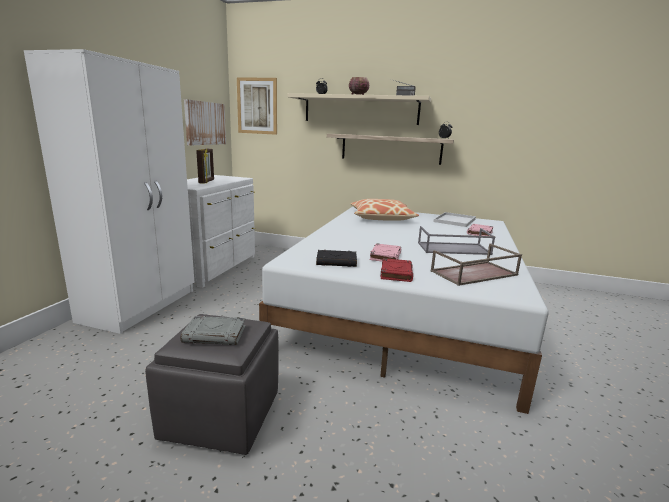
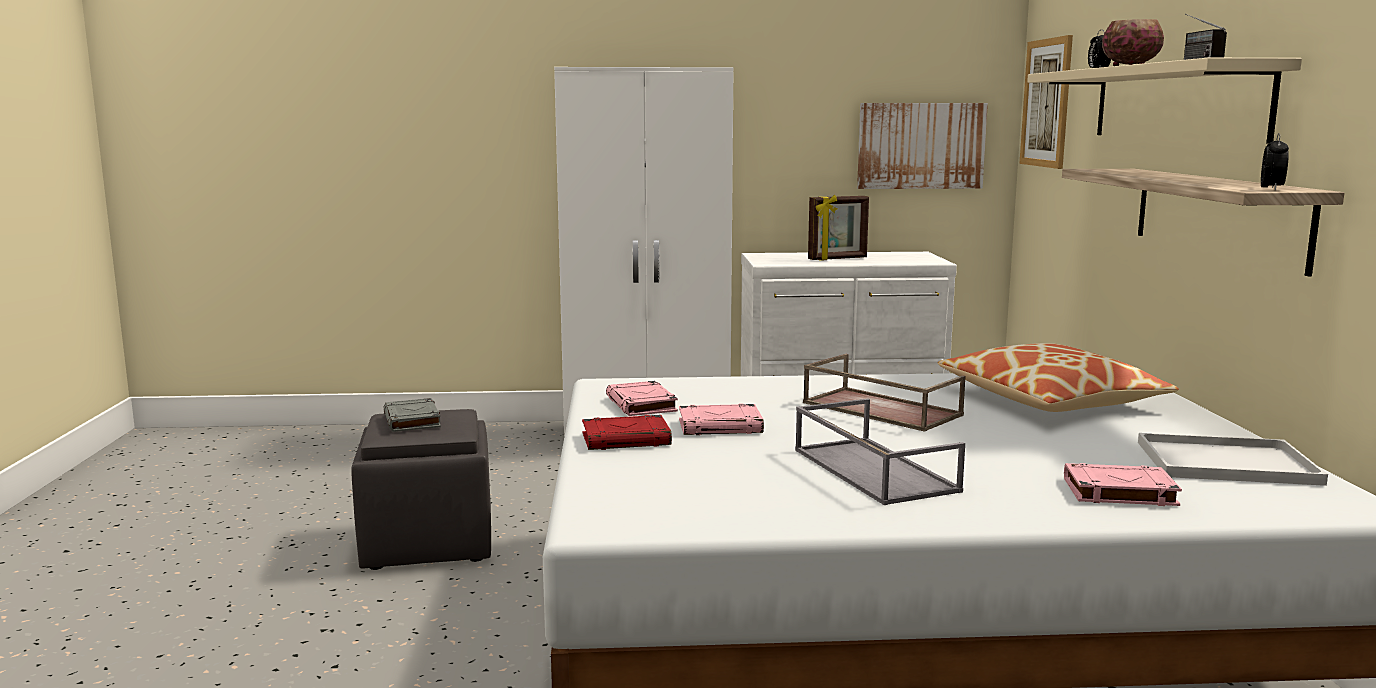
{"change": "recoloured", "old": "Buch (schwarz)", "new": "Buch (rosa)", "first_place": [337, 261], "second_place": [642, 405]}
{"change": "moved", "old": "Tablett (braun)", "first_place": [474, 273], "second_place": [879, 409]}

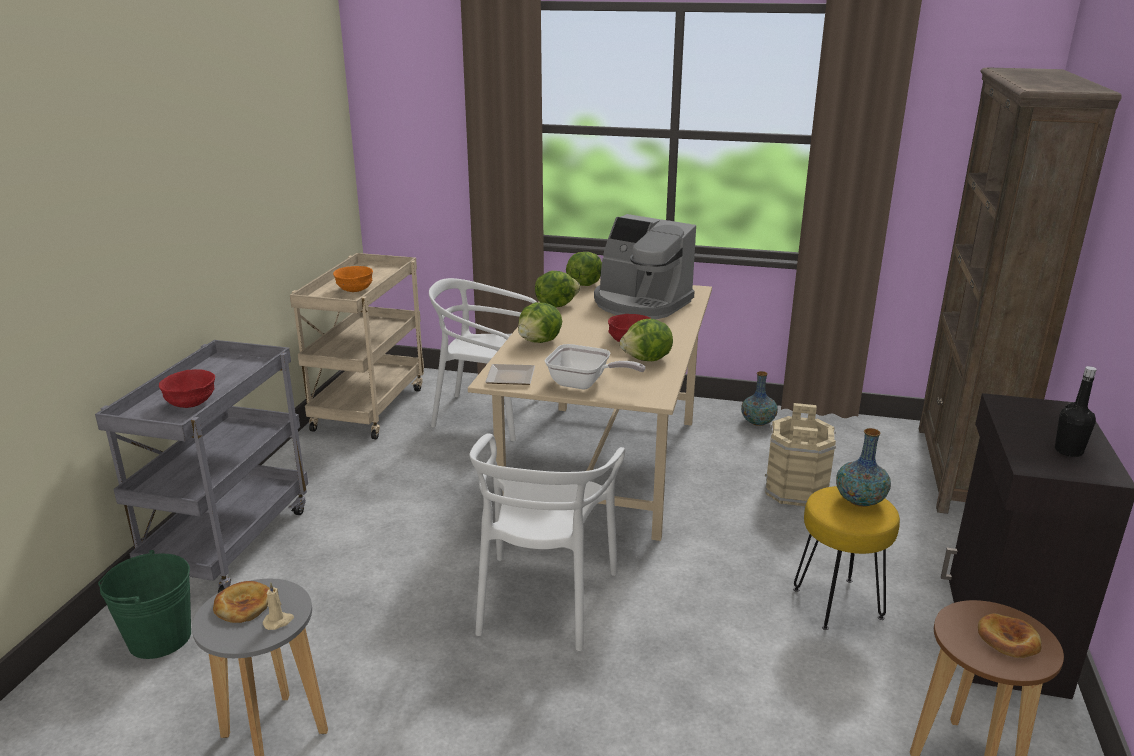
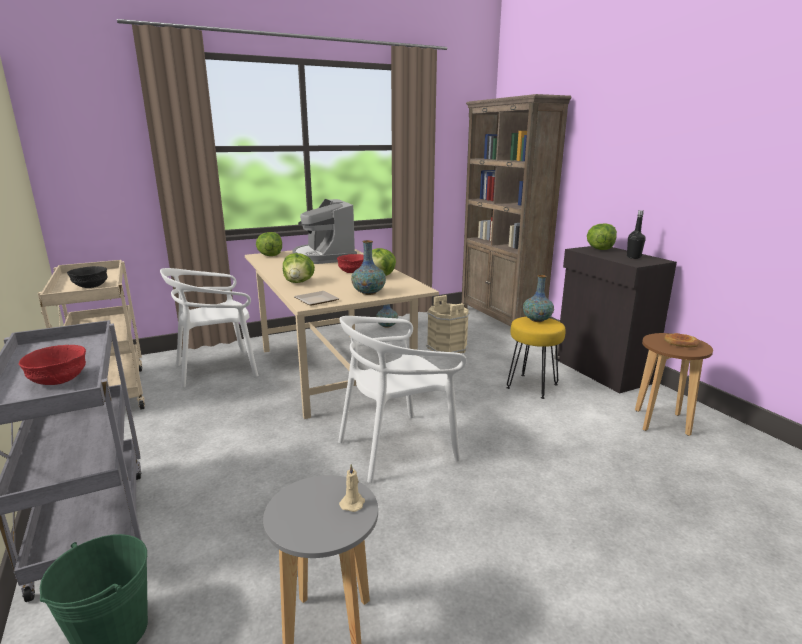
{"change": "removed", "old": "Brot", "first_place": [243, 605]}
{"change": "recoloured", "old": "Schüssel (orange)", "new": "Schüssel (schwarz)", "first_place": [355, 289], "second_place": [91, 286]}
{"change": "turned", "old": "Stuhl (weiß)", "first_place": [544, 600], "second_place": [397, 448], "degrees": 90}
{"change": "moved", "old": "Salatkopf", "first_place": [555, 305], "second_place": [600, 249]}
{"change": "replaced", "old": "Pfanne", "new": "Vase", "first_place": [584, 384], "second_place": [369, 293]}
{"change": "turned", "old": "Kaffeemaschine", "first_place": [640, 303], "second_place": [324, 257], "degrees": 75}

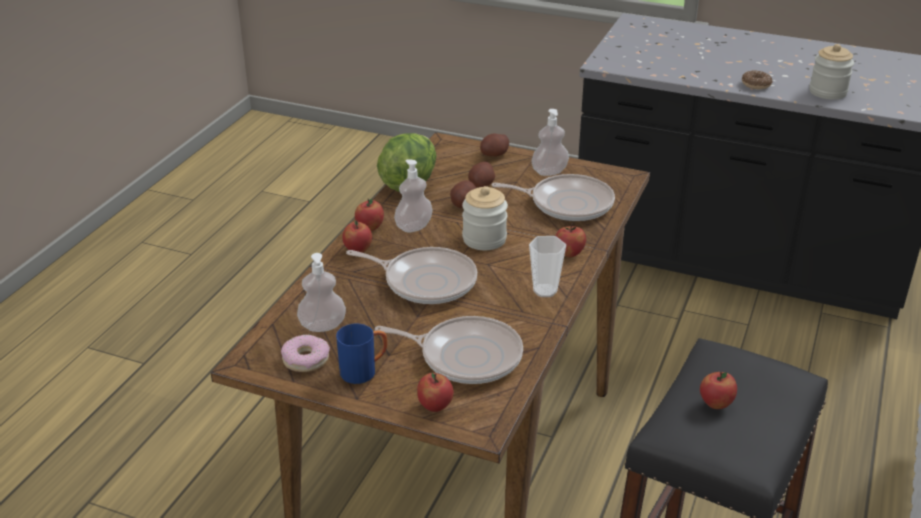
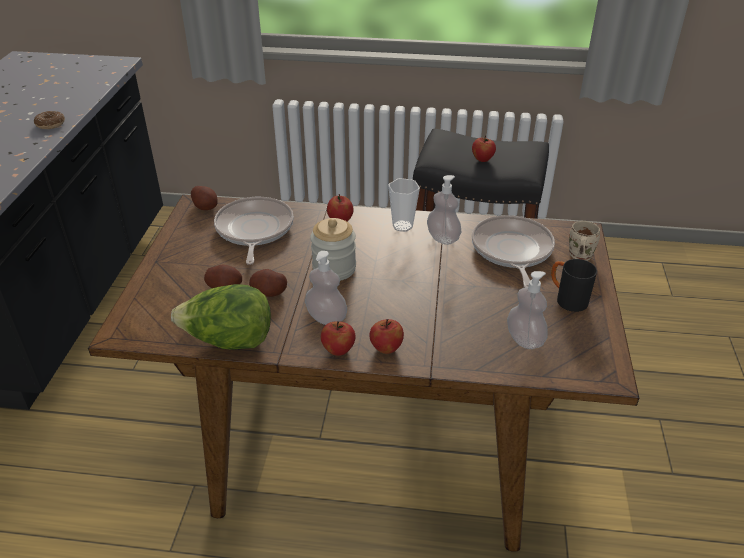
{"change": "removed", "old": "Donut", "first_place": [306, 359]}
{"change": "recoloured", "old": "Henkelbecher (blau)", "new": "Henkelbecher (schwarz)", "first_place": [364, 371], "second_place": [566, 299]}
{"change": "removed", "old": "Pfanne", "first_place": [426, 281]}
{"change": "replaced", "old": "Apfel", "new": "Henkelbecher (beige)", "first_place": [435, 406], "second_place": [578, 255]}
{"change": "moved", "old": "Kartoffel", "first_place": [494, 154], "second_place": [206, 206]}
{"change": "moved", "old": "Seifenspender", "first_place": [549, 172], "second_place": [443, 238]}
{"change": "removed", "old": "Vorratsglas", "first_place": [827, 92]}

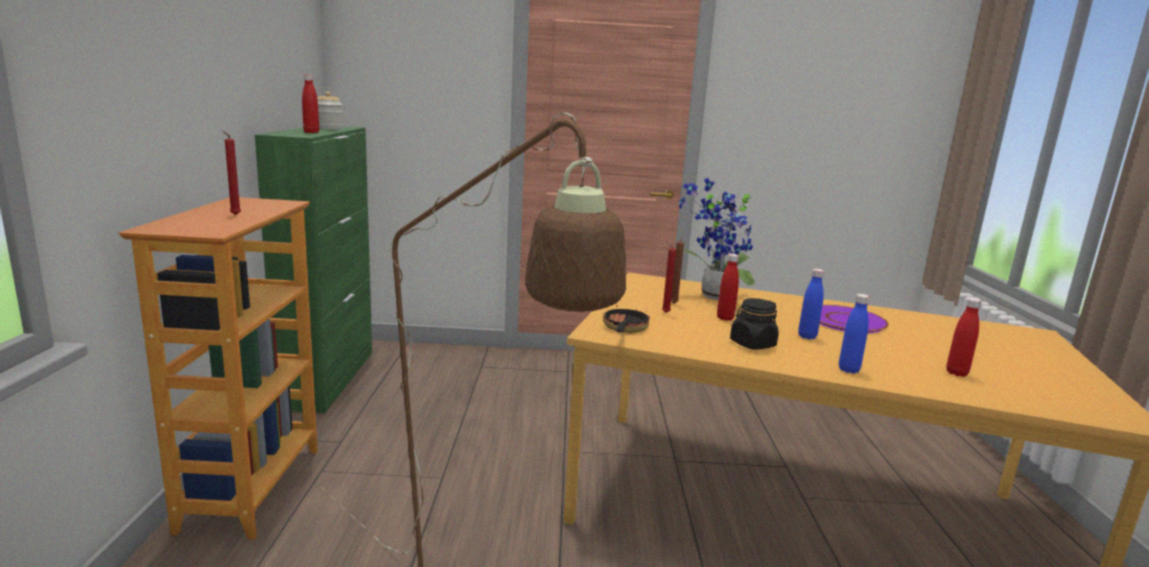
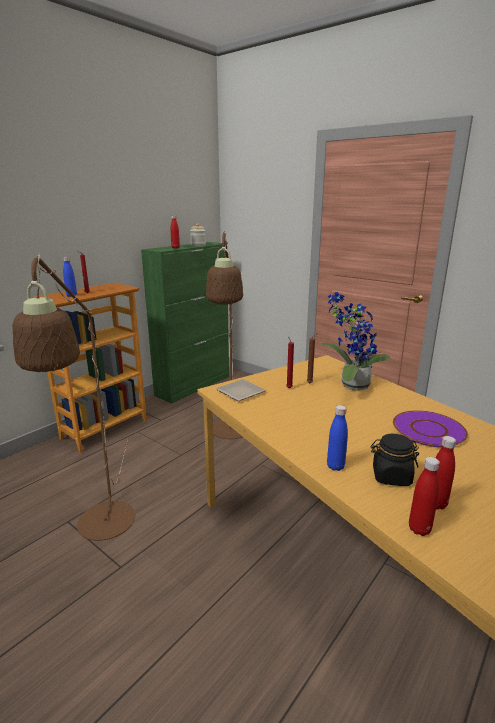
{"change": "replaced", "old": "Pfanne", "new": "Teller", "first_place": [624, 329], "second_place": [239, 392]}
{"change": "moved", "old": "Flasche (rot)", "first_place": [725, 318], "second_place": [419, 529]}
{"change": "moved", "old": "Vorratsglas (schwarz)", "first_place": [752, 344], "second_place": [391, 476]}
{"change": "moved", "old": "Flasche (blau)", "first_place": [807, 336], "second_place": [71, 296]}
{"change": "added", "new": "Stehlampe (braun)", "second_place": [230, 434]}

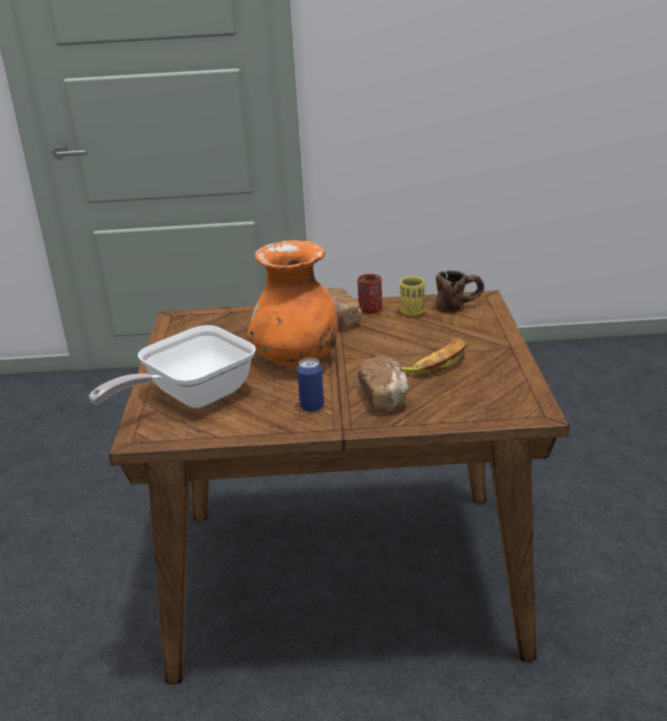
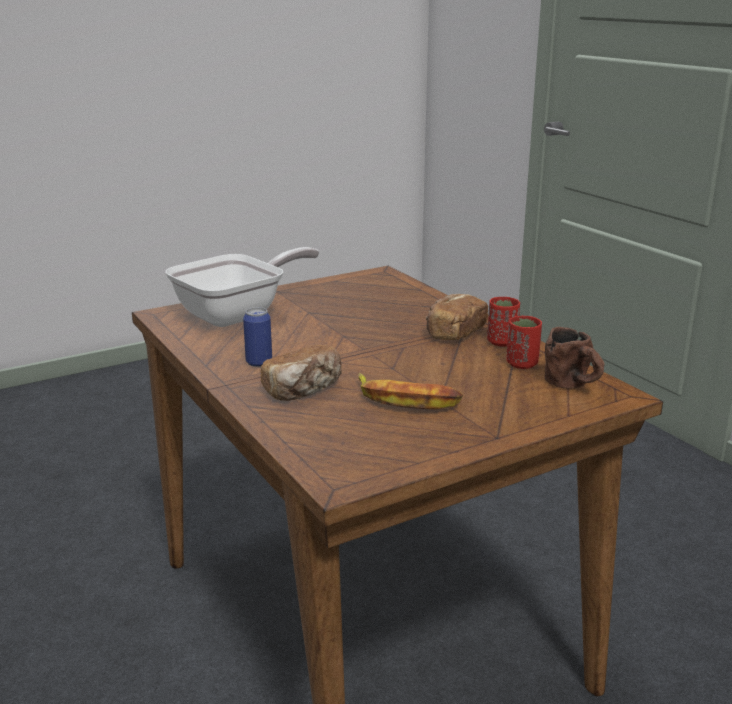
{"change": "turned", "old": "Pfanne", "first_place": [191, 398], "second_place": [239, 314], "degrees": 120}
{"change": "removed", "old": "Vase (orange)", "first_place": [297, 359]}
{"change": "recoloured", "old": "Tasse (gelb)", "new": "Tasse (rot)", "first_place": [412, 312], "second_place": [522, 364]}

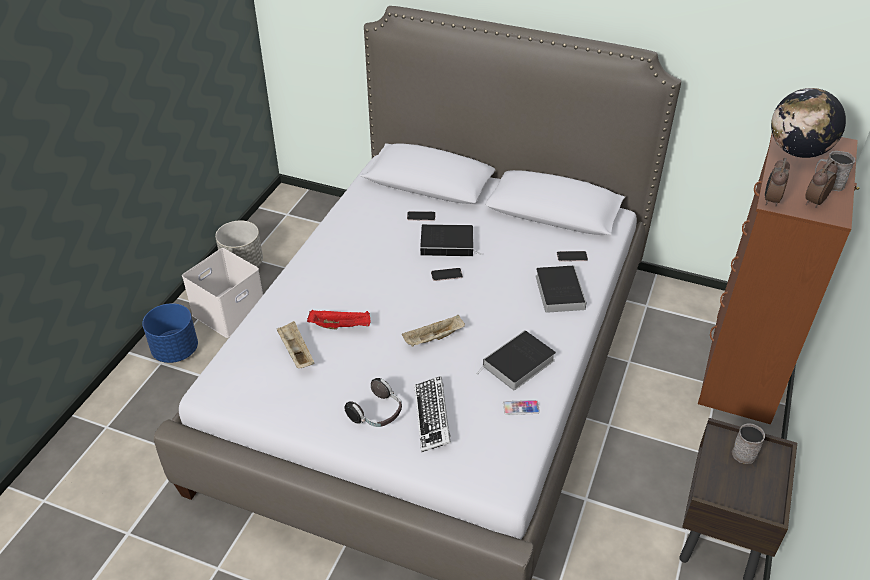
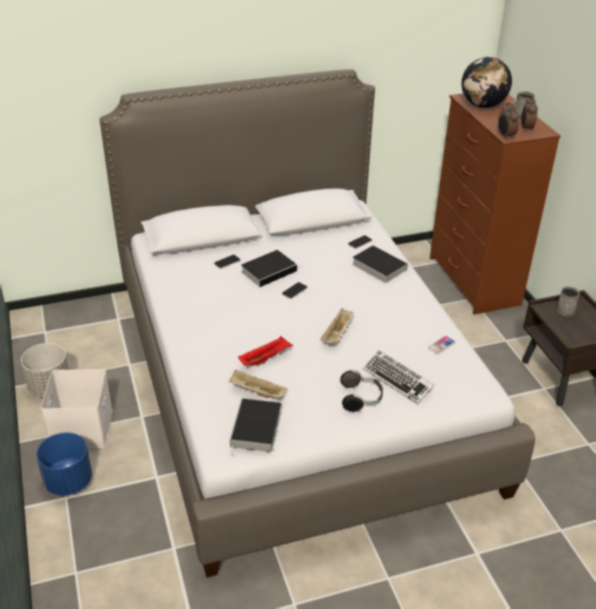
{"change": "moved", "old": "Buch", "first_place": [518, 364], "second_place": [256, 429]}

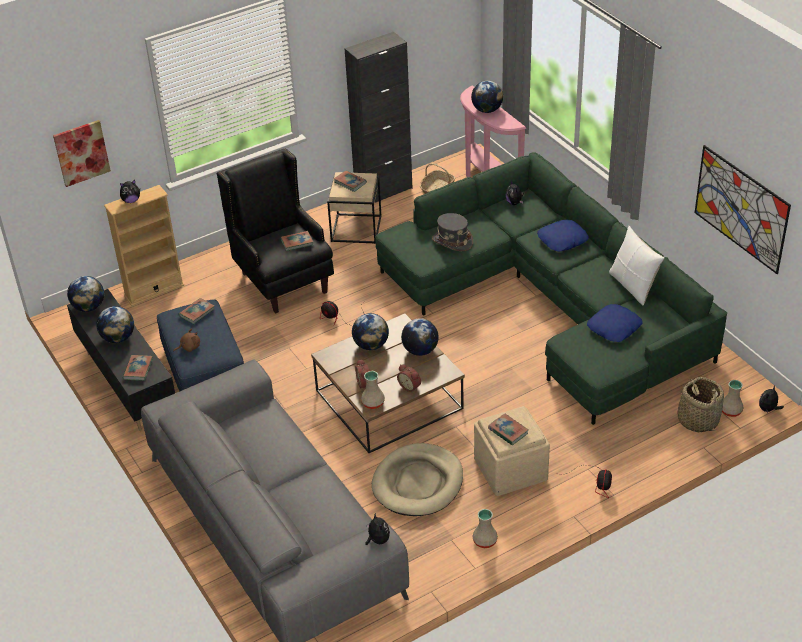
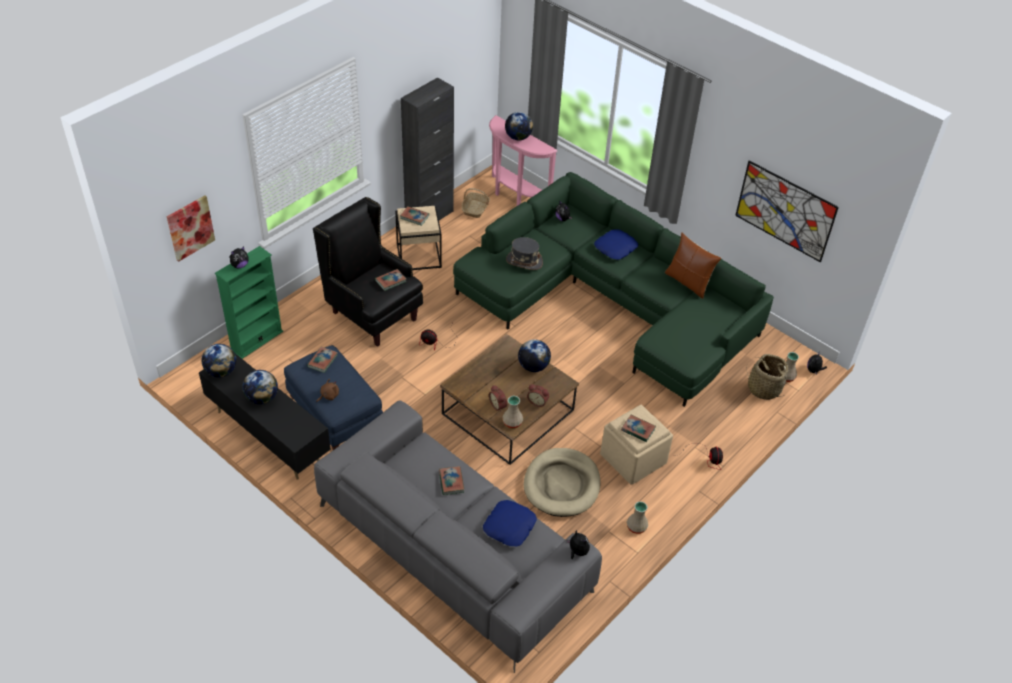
{"change": "recoloured", "old": "Bücherregal (beige)", "new": "Bücherregal (grün)", "first_place": [154, 290], "second_place": [256, 340]}
{"change": "moved", "old": "Buch", "first_place": [138, 369], "second_place": [451, 482]}
{"change": "removed", "old": "Globus", "first_place": [371, 345]}
{"change": "moved", "old": "Kissen (blau)", "first_place": [614, 328], "second_place": [510, 527]}
{"change": "recoloured", "old": "Kissen (weiß)", "new": "Kissen (braun)", "first_place": [633, 286], "second_place": [688, 282]}

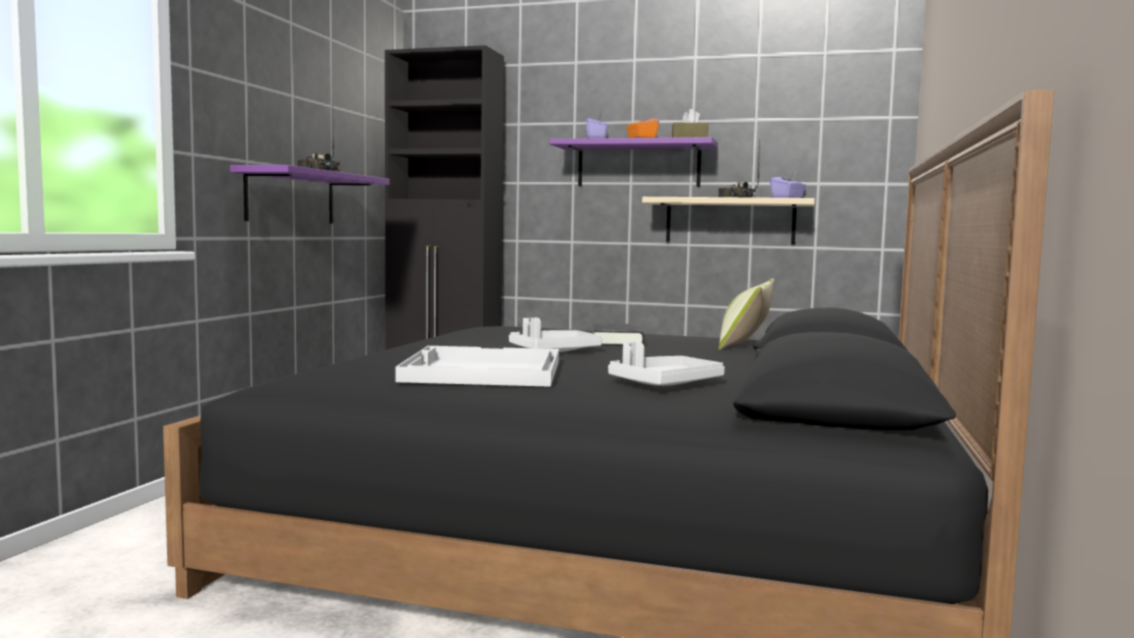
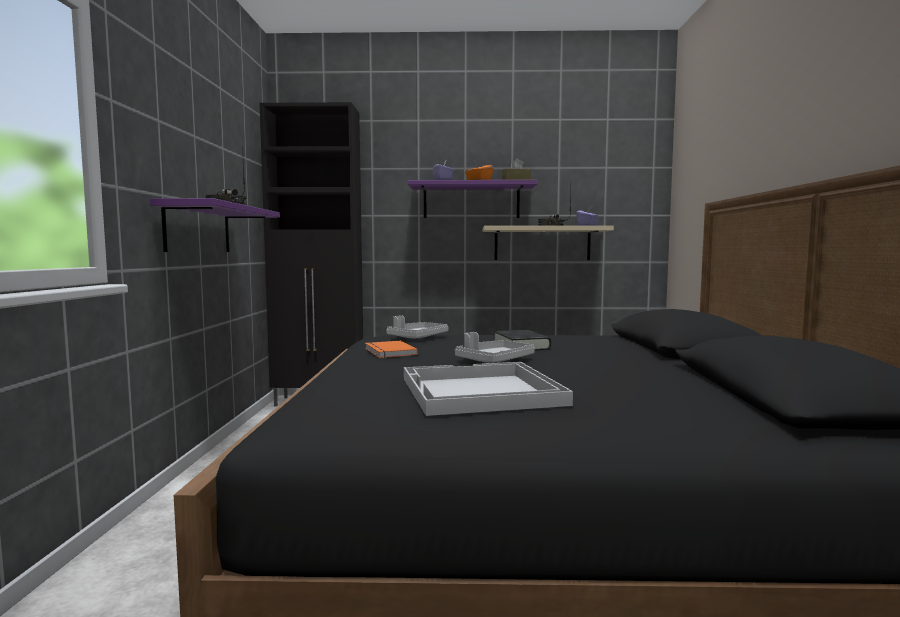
{"change": "moved", "old": "Tablett (grau)", "first_place": [665, 384], "second_place": [417, 337]}
{"change": "removed", "old": "Kissen", "first_place": [745, 342]}
{"change": "added", "new": "Buch (orange)", "second_place": [388, 352]}

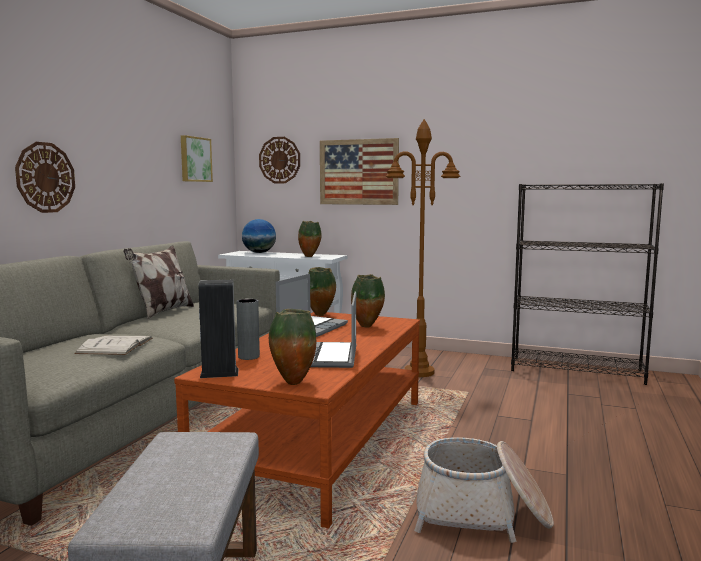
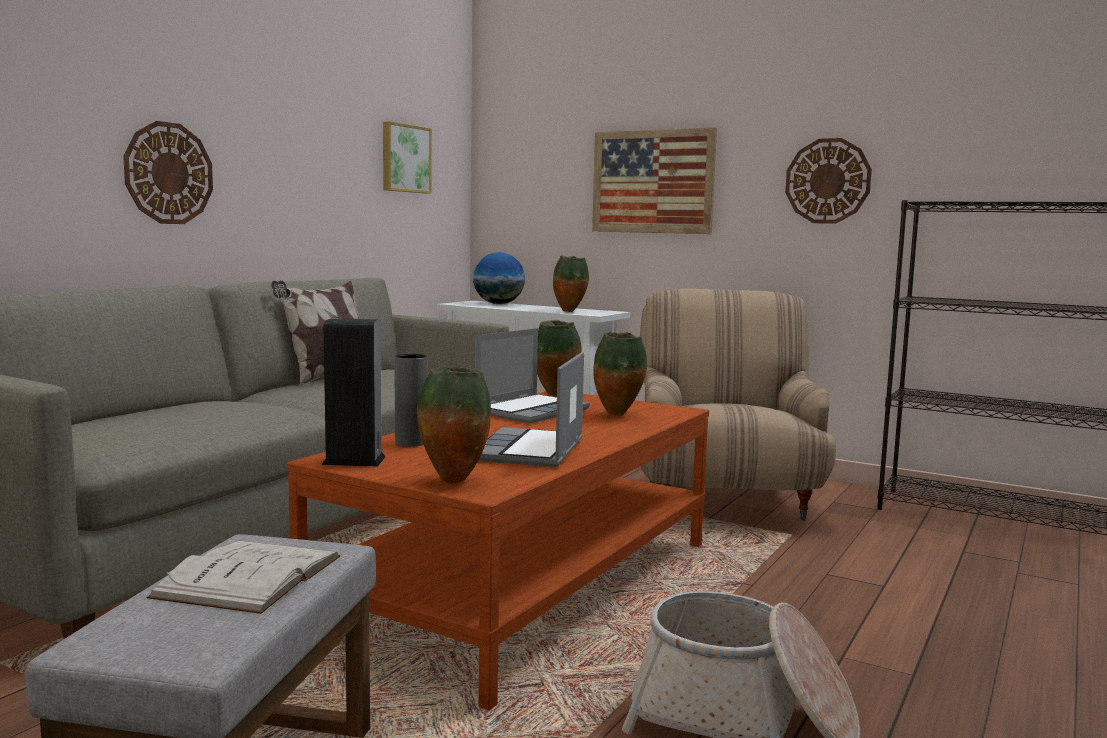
{"change": "moved", "old": "Buch (weiß)", "first_place": [115, 346], "second_place": [250, 576]}
{"change": "moved", "old": "Wanduhr", "first_place": [279, 160], "second_place": [827, 181]}
{"change": "replaced", "old": "Stehlampe (braun)", "new": "Sessel (beige)", "first_place": [419, 372], "second_place": [723, 500]}

